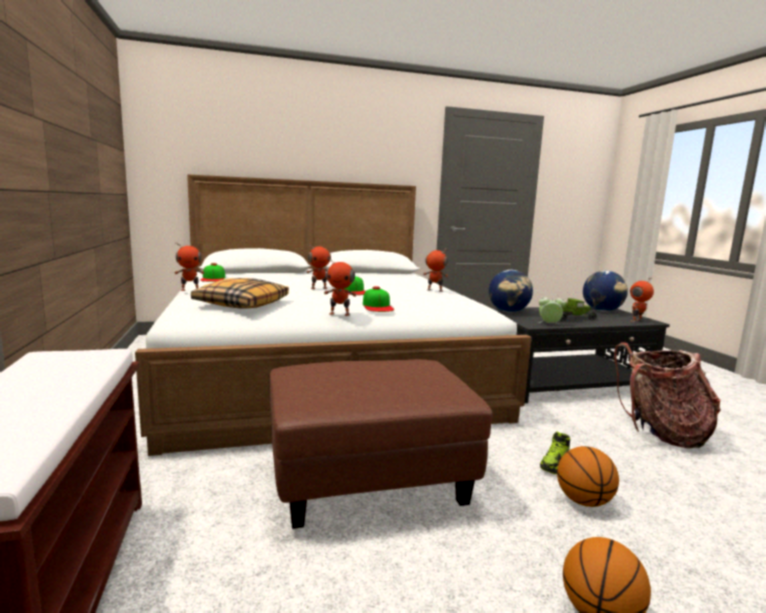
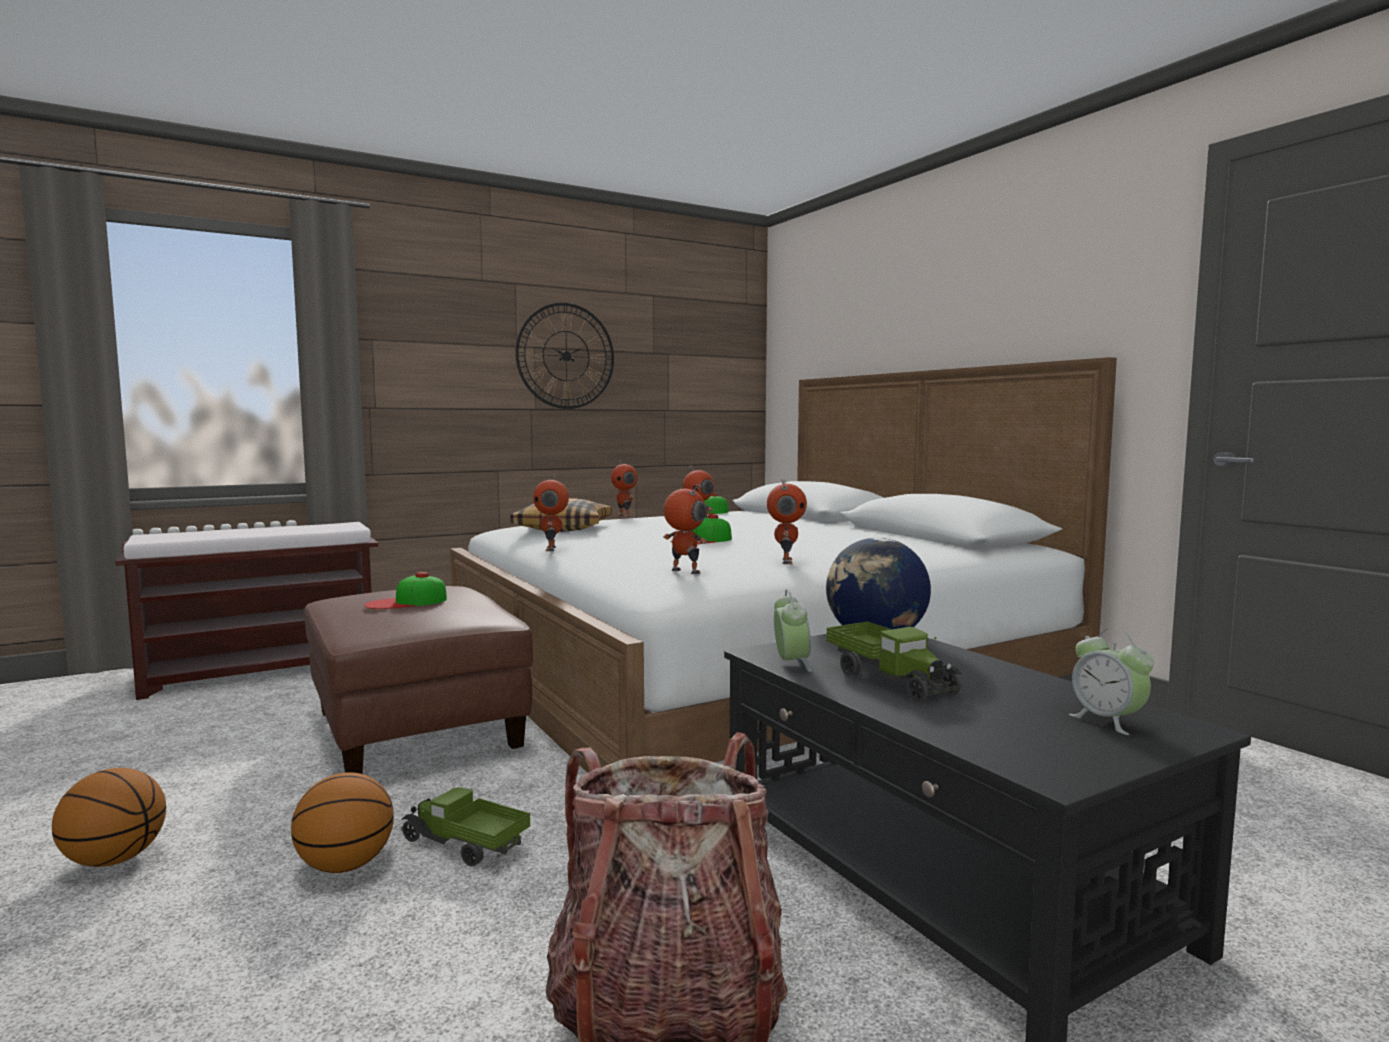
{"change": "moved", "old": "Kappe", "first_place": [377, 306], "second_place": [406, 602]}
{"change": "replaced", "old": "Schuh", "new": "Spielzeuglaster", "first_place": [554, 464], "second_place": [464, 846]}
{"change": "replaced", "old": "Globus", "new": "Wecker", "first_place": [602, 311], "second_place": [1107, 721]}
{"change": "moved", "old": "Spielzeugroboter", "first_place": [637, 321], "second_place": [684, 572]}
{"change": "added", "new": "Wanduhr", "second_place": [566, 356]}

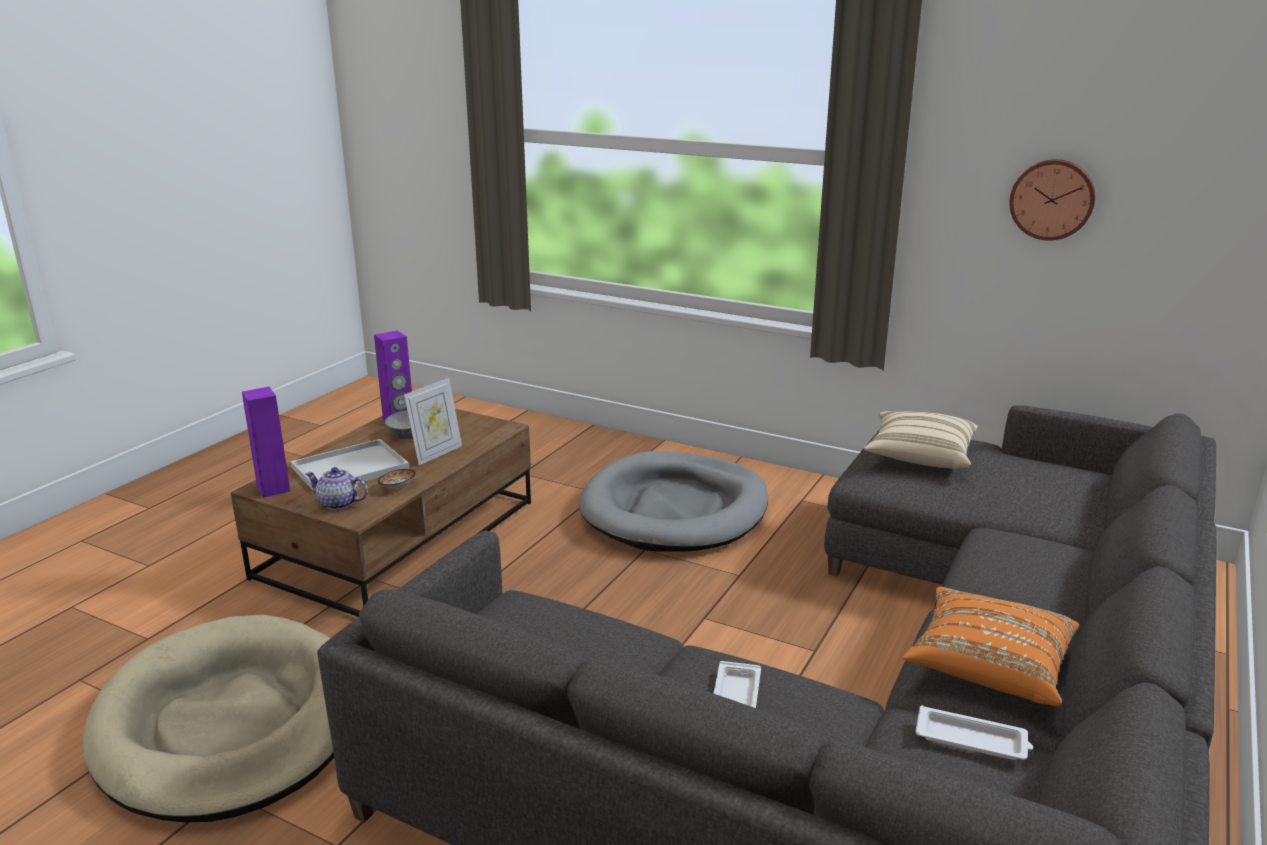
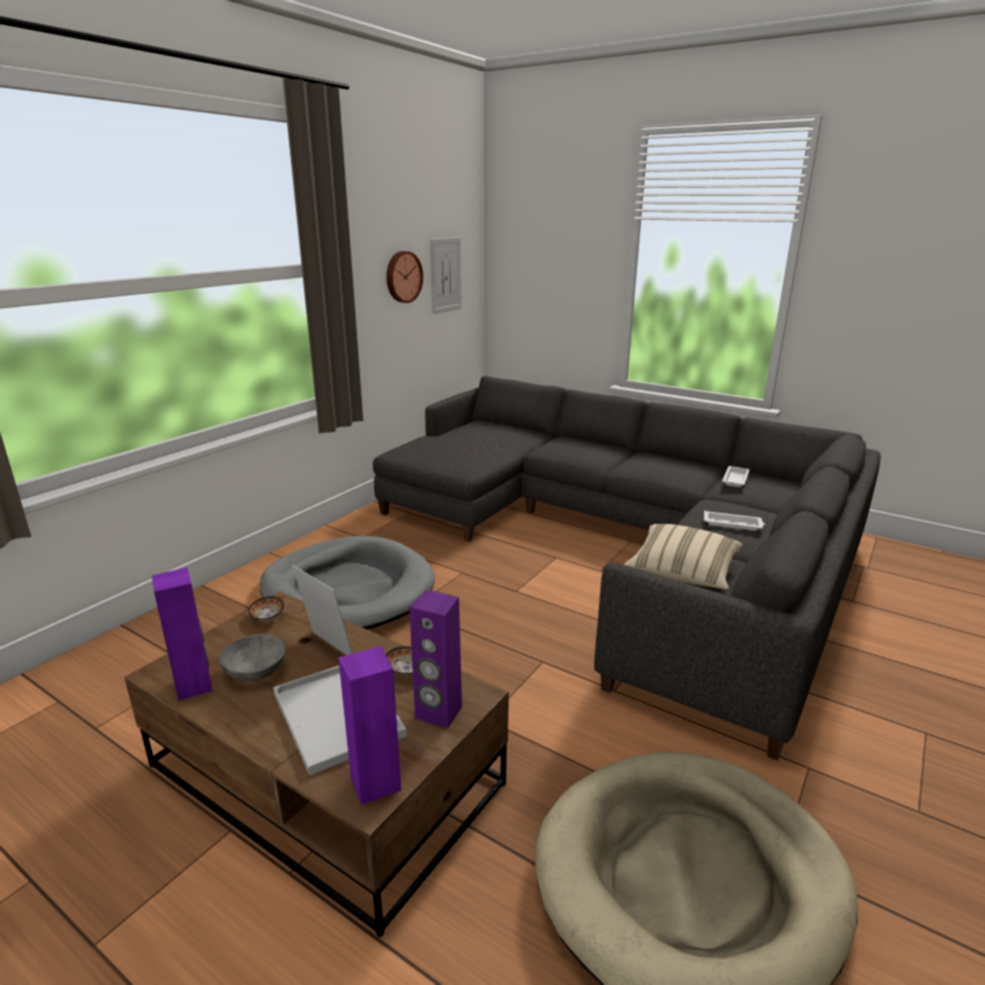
{"change": "replaced", "old": "Teekanne", "new": "Lautsprecher (lila)", "first_place": [339, 503], "second_place": [438, 713]}
{"change": "moved", "old": "Kissen (beige)", "first_place": [920, 456], "second_place": [682, 573]}
{"change": "removed", "old": "Kissen (orange)", "first_place": [989, 666]}
{"change": "added", "new": "Schüssel", "second_place": [267, 617]}
{"change": "added", "new": "Bild", "second_place": [445, 275]}

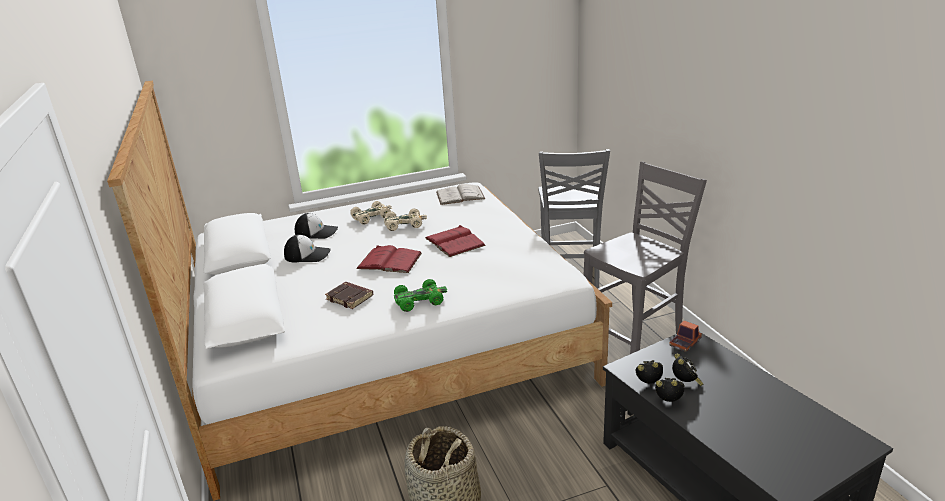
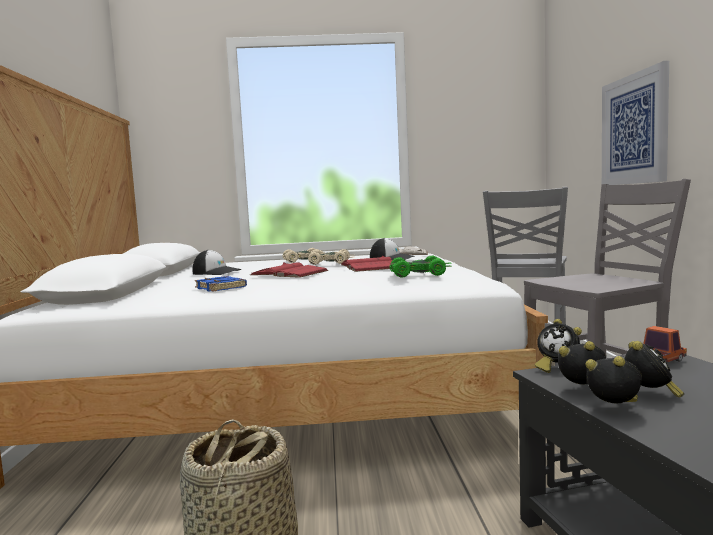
{"change": "moved", "old": "Kappe", "first_place": [316, 232], "second_place": [392, 259]}
{"change": "recoloured", "old": "Buch (braun)", "new": "Buch (blau)", "first_place": [350, 298], "second_place": [221, 288]}
{"change": "moved", "old": "Spielzeugauto (grün)", "first_place": [420, 300], "second_place": [418, 274]}
{"change": "added", "new": "Wecker", "second_place": [556, 368]}
{"change": "added", "new": "Bild", "second_place": [634, 129]}

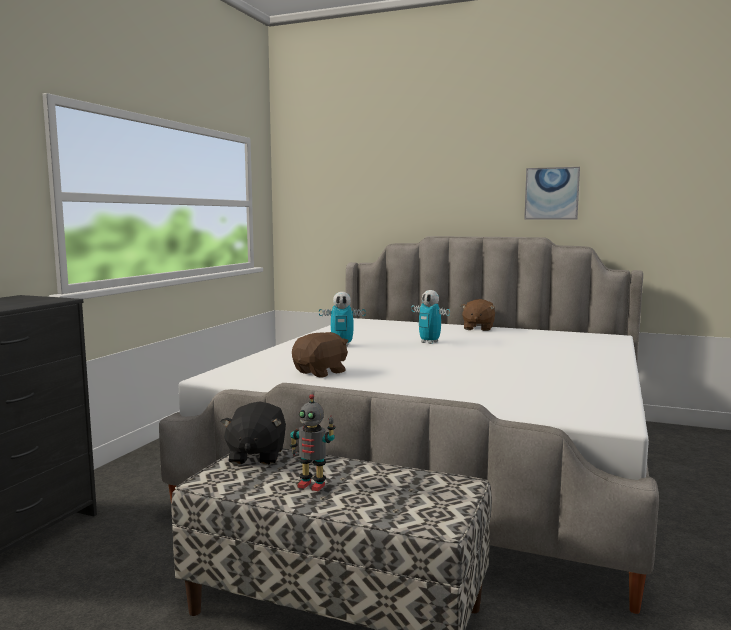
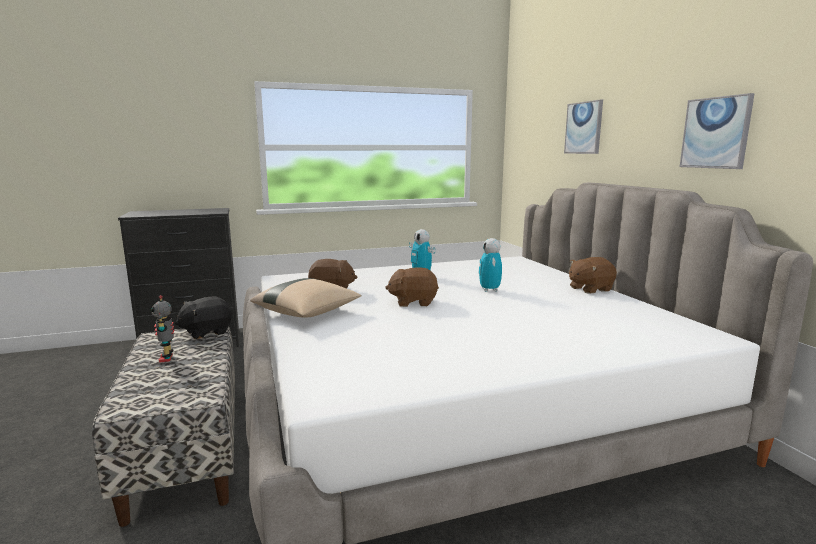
{"change": "added", "new": "Kissen (beige)", "second_place": [307, 313]}
{"change": "added", "new": "Plüschtier (braun)", "second_place": [413, 302]}
{"change": "added", "new": "Bild", "second_place": [584, 128]}

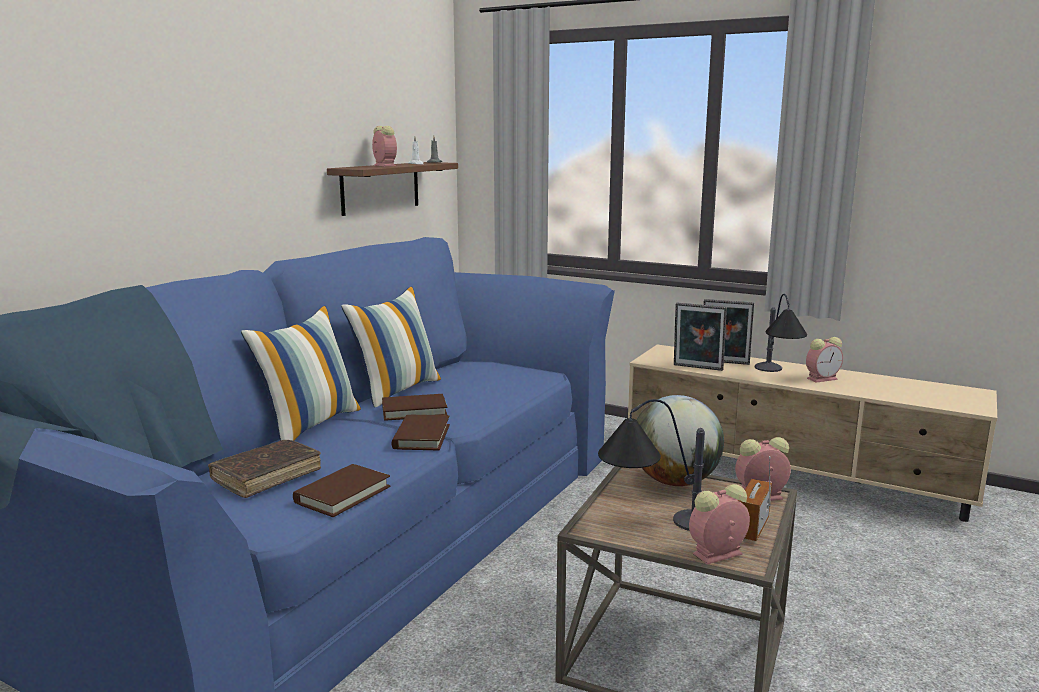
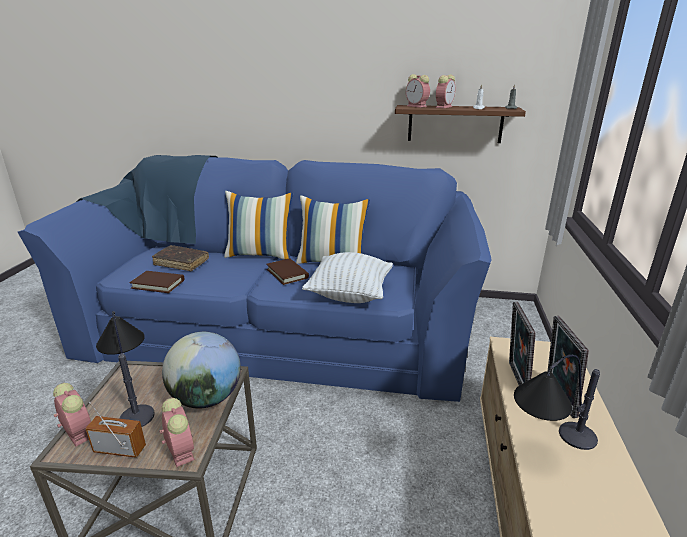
{"change": "removed", "old": "Buch (braun)", "first_place": [421, 436]}
{"change": "moved", "old": "Wecker", "first_place": [822, 378], "second_place": [417, 106]}
{"change": "added", "new": "Kissen (weiß)", "second_place": [349, 294]}

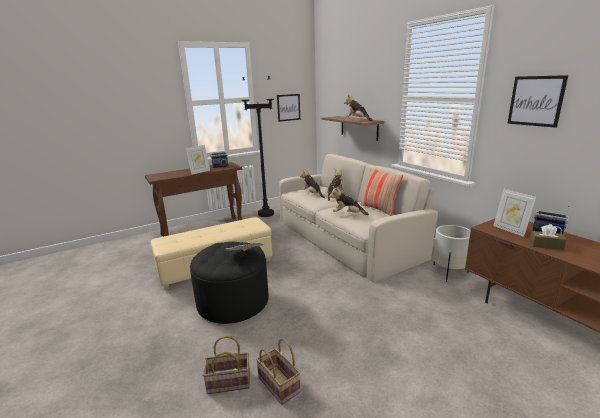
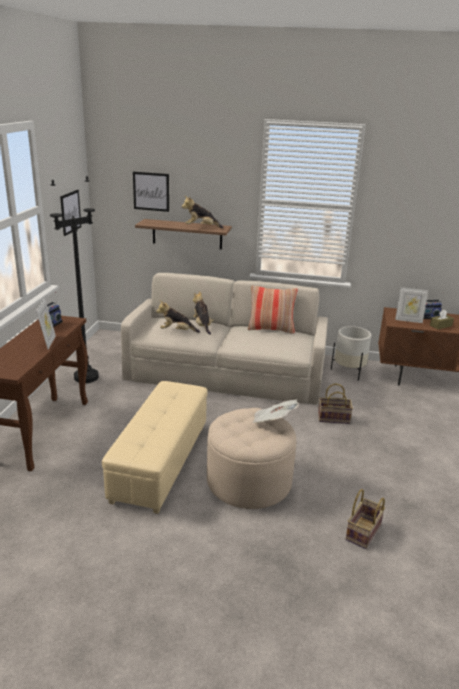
{"change": "recoloured", "old": "Polsterhocker (schwarz)", "new": "Polsterhocker (beige)", "first_place": [233, 302], "second_place": [249, 481]}
{"change": "moved", "old": "Korb", "first_place": [280, 385], "second_place": [334, 418]}
{"change": "removed", "old": "Plüschtier", "first_place": [347, 214]}
{"change": "moved", "old": "Bild", "first_place": [536, 101], "second_place": [151, 191]}

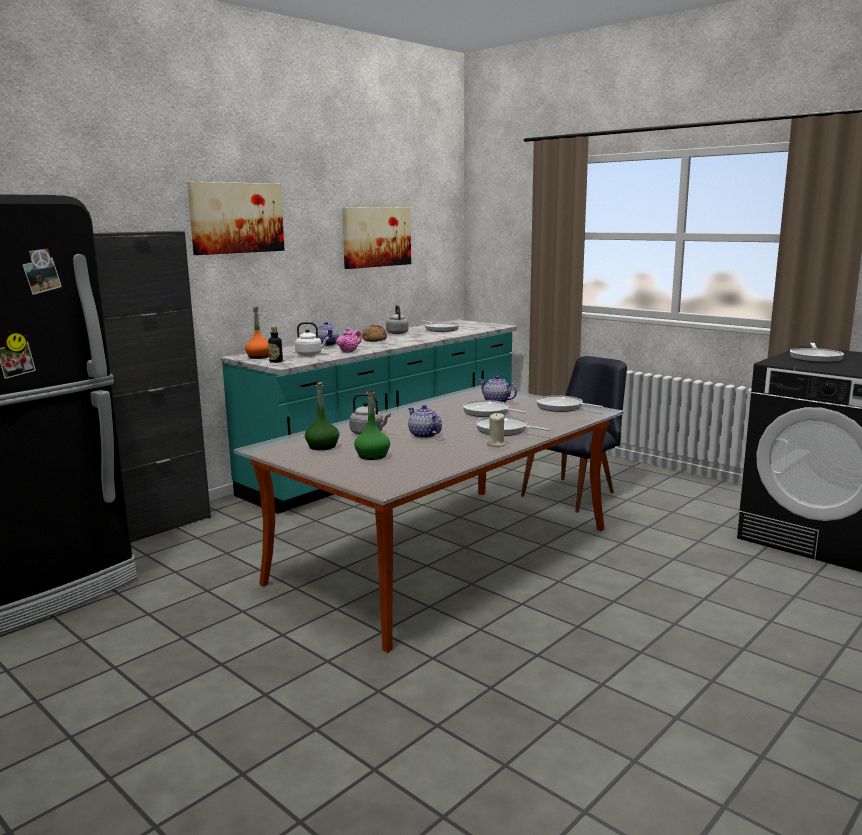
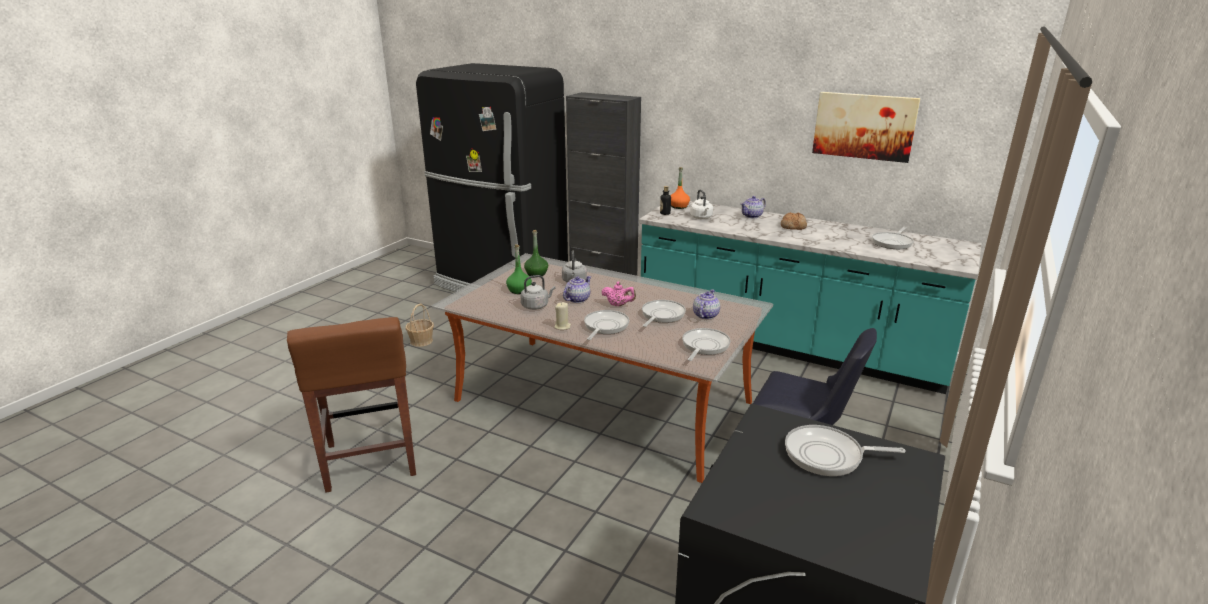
{"change": "removed", "old": "Bild", "first_place": [236, 218]}
{"change": "moved", "old": "Teekanne (rosa)", "first_place": [349, 352], "second_place": [618, 305]}
{"change": "moved", "old": "Wasserkessel (grau)", "first_place": [397, 333], "second_place": [536, 306]}
{"change": "added", "new": "Hocker (braun)", "second_place": [370, 461]}
{"change": "added", "new": "Korb", "second_place": [421, 341]}

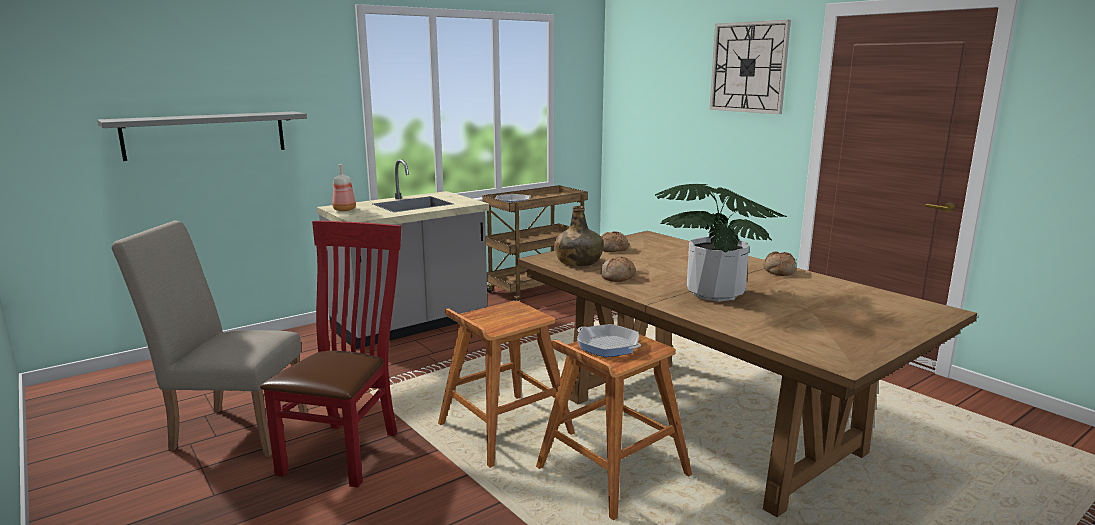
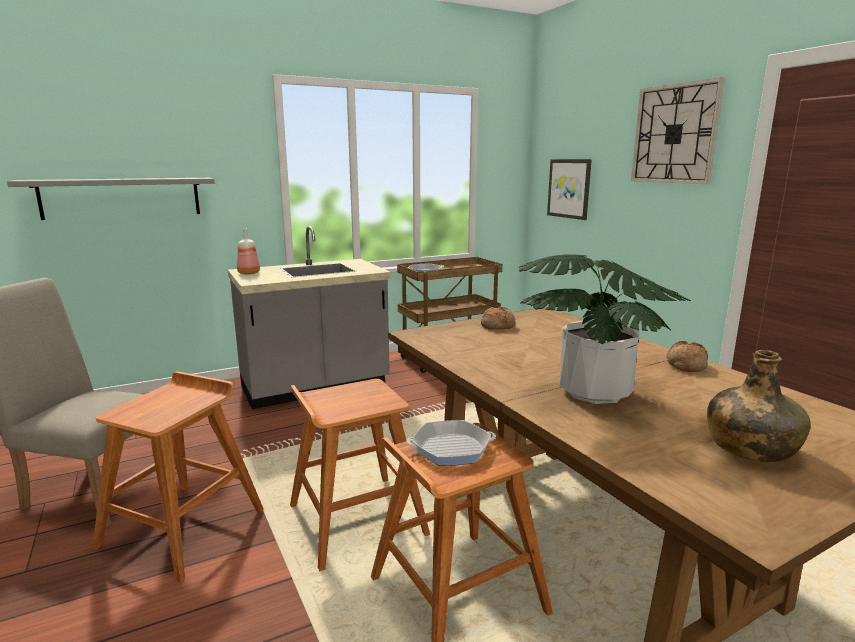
{"change": "replaced", "old": "Stuhl (rot)", "new": "Hocker (braun)", "first_place": [346, 449], "second_place": [184, 527]}
{"change": "moved", "old": "Flasche (grün)", "first_place": [578, 262], "second_place": [750, 447]}
{"change": "turned", "old": "Pfanne", "first_place": [608, 346], "second_place": [451, 448], "degrees": 120}
{"change": "removed", "old": "Brot", "first_place": [618, 277]}
{"change": "added", "new": "Bild", "second_place": [569, 188]}

